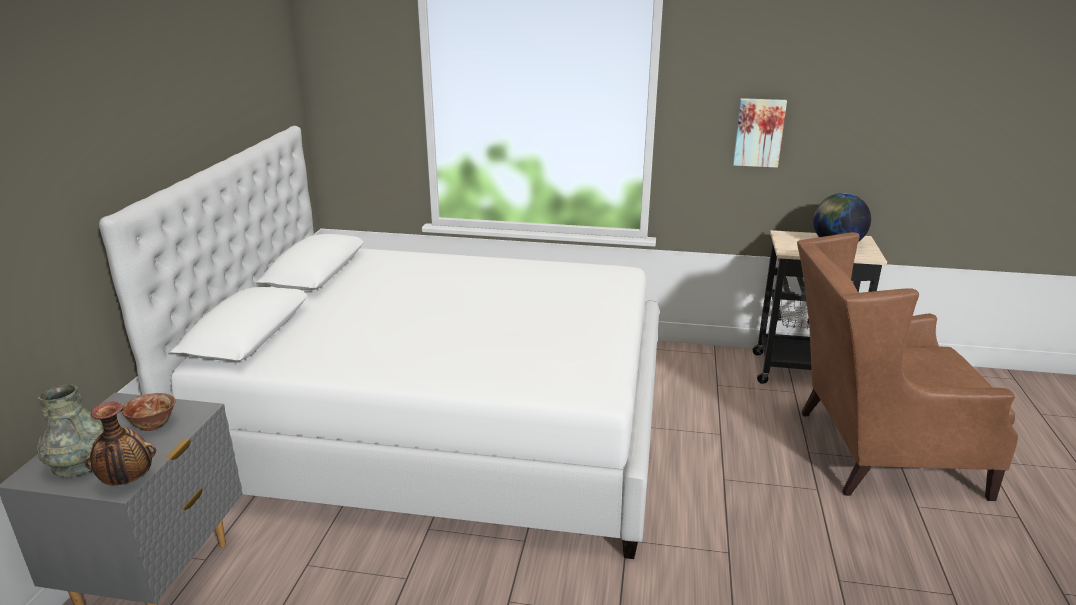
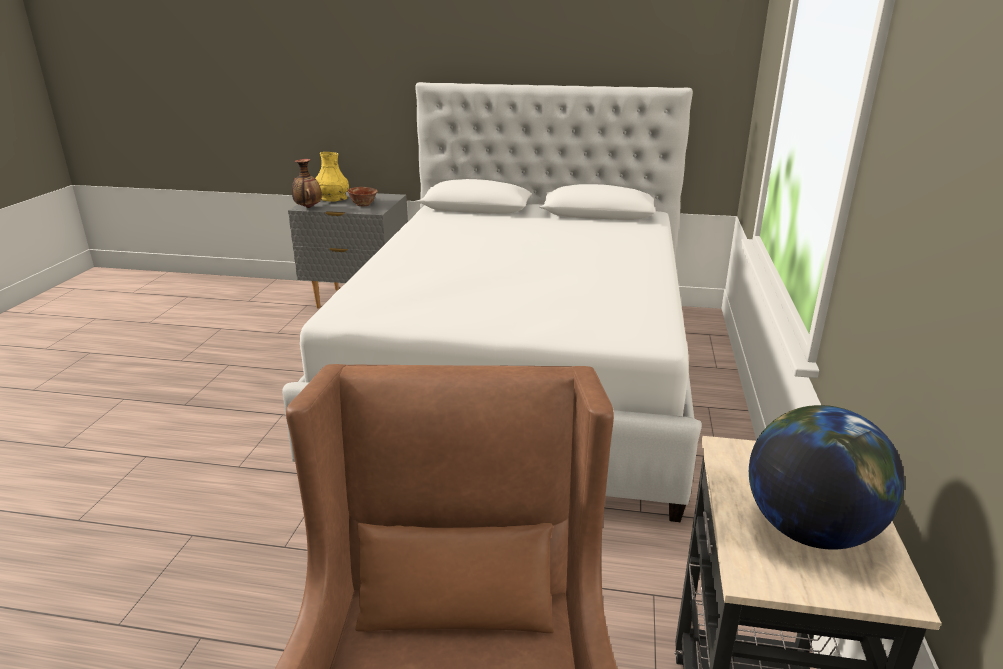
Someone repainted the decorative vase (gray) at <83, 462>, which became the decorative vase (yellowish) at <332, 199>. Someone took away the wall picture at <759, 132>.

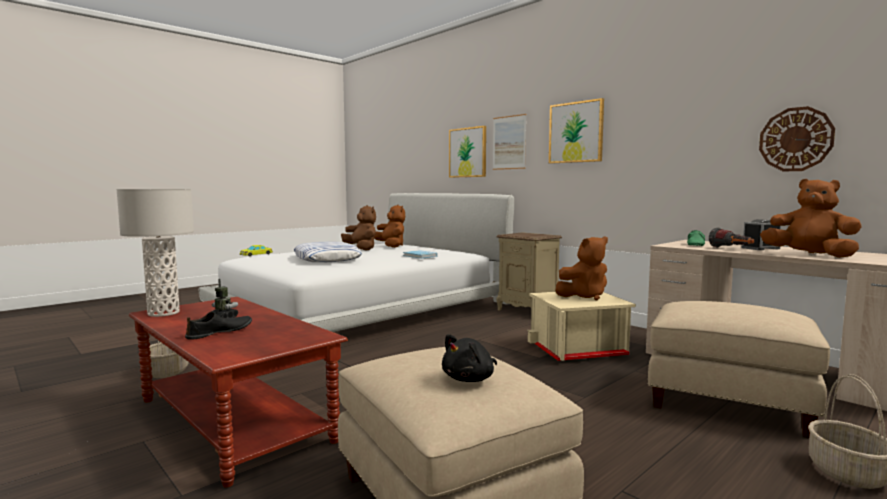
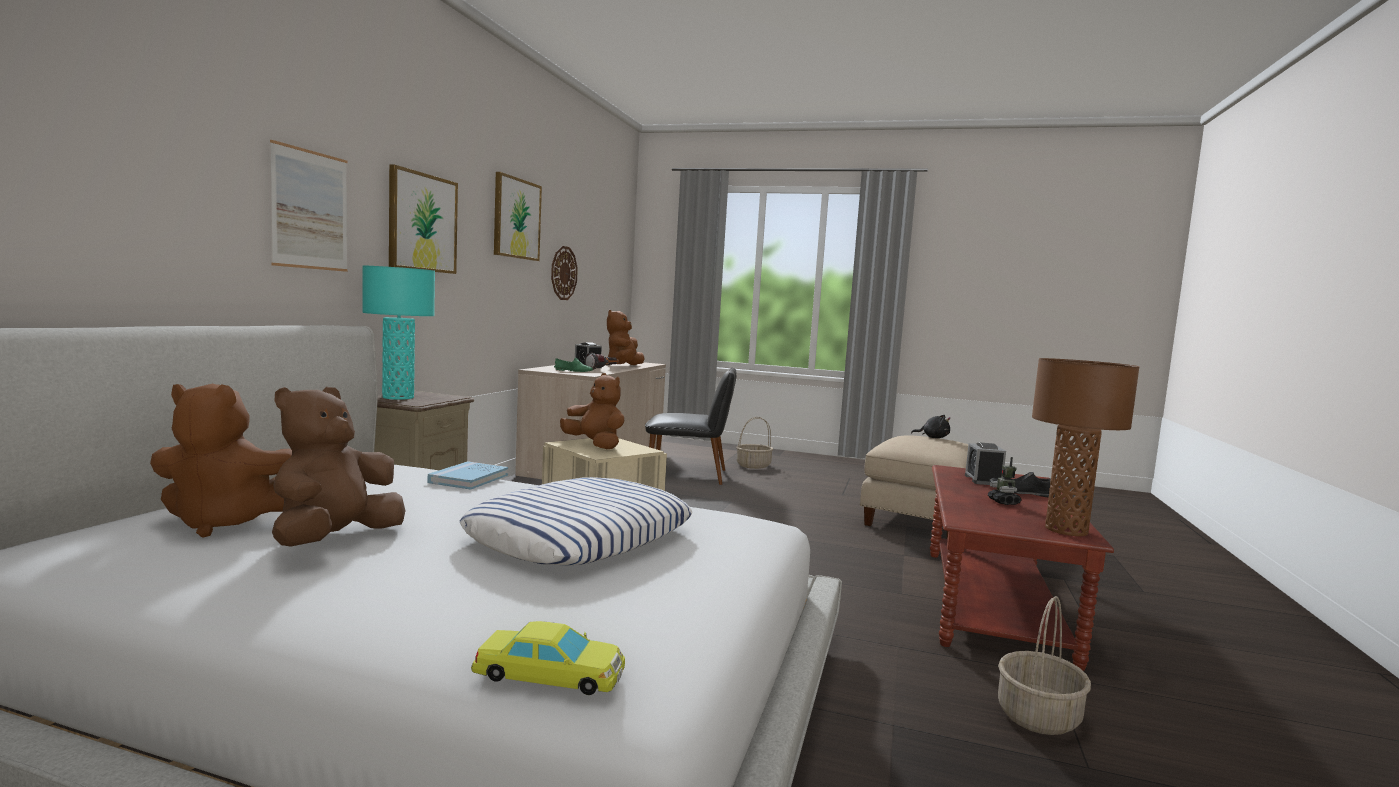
Someone repainted the lamp for a table (white-coloured) at <164, 313>, which became the lamp for a table (brown-coloured) at <1066, 530>. Someone rotated the plush toy (brown-coloured) at <391, 246> by 120 degrees counterclockwise. Someone carried the wall picture from <467, 152> to <516, 218>. Someone swapped the footrest (beige-coloured) at <727, 402> for the plain chair (black) at <687, 474>. Someone put down the lamp for a table (turquoise) at <398, 397>. Someone put down the table clock at <983, 480>.

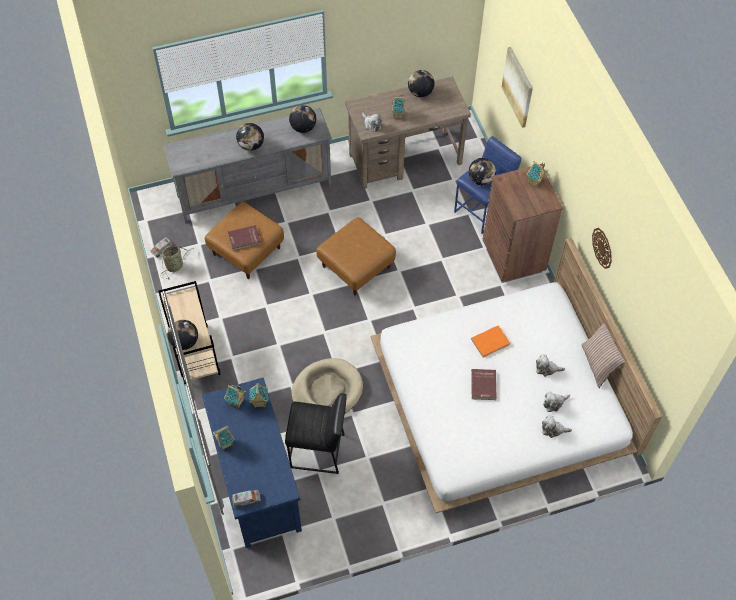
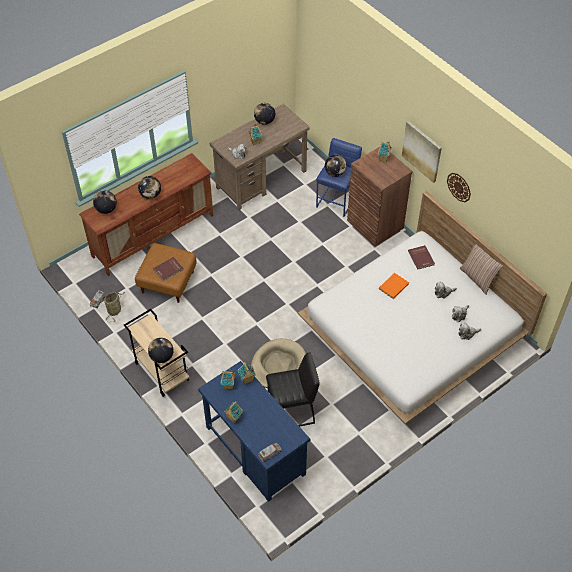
Someone repainted the chest of drawers (gray) at <254, 191>, which became the chest of drawers (brown-coloured) at <153, 236>. Someone carried the world globe from <303, 128> to <106, 209>. Someone took away the footrest (brown-coloured) at <356, 266>. Someone carried the bound book (red-coloured) from <484, 385> to <421, 258>. Someone carried the wall picture from <518, 87> to <422, 151>.

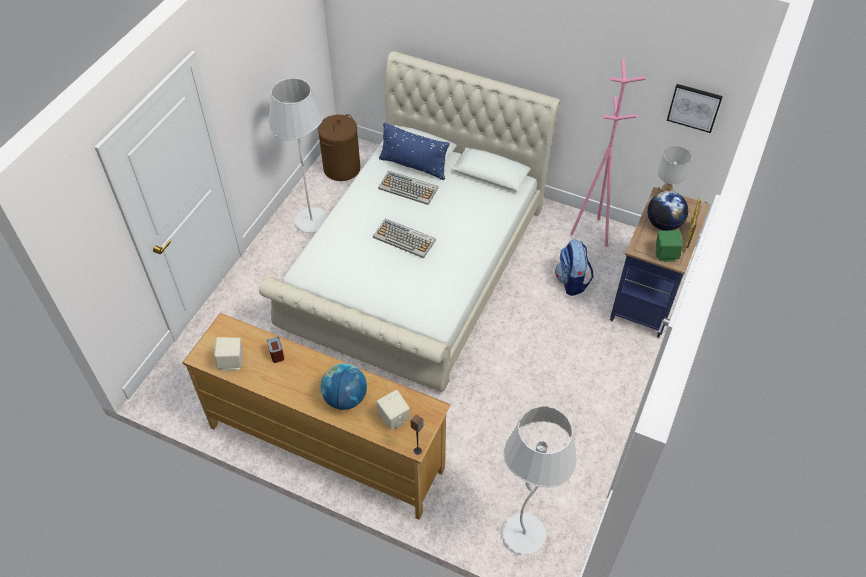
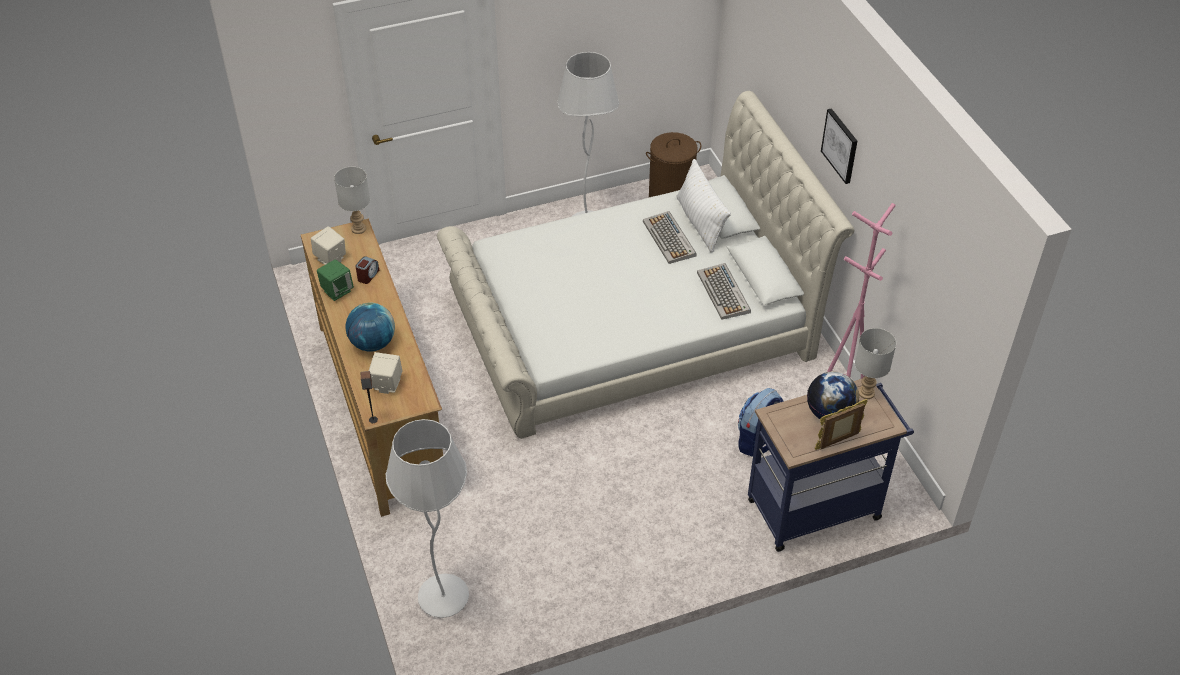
Someone carried the PC keyboard from <405, 239> to <724, 293>. Someone repainted the throw pillow (blue) at <413, 166>, which became the throw pillow (white-coloured) at <700, 223>. Someone carried the loudspeaker (green-coloured) from <665, 254> to <337, 291>. Someone carried the wall picture from <694, 107> to <840, 145>. Someone put down the lamp for a table (gray) at <359, 228>.

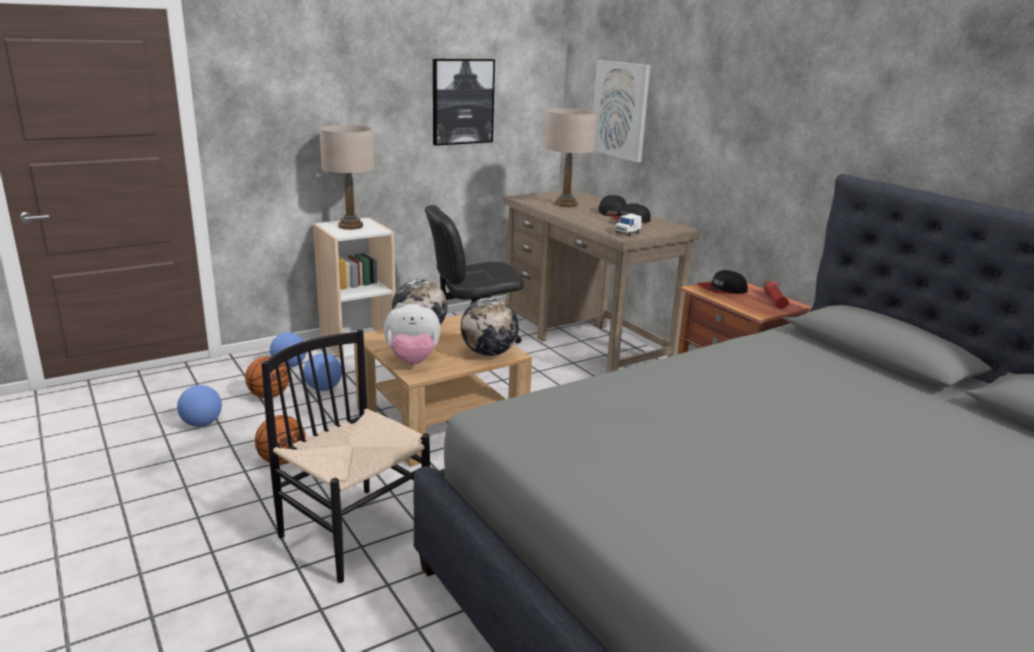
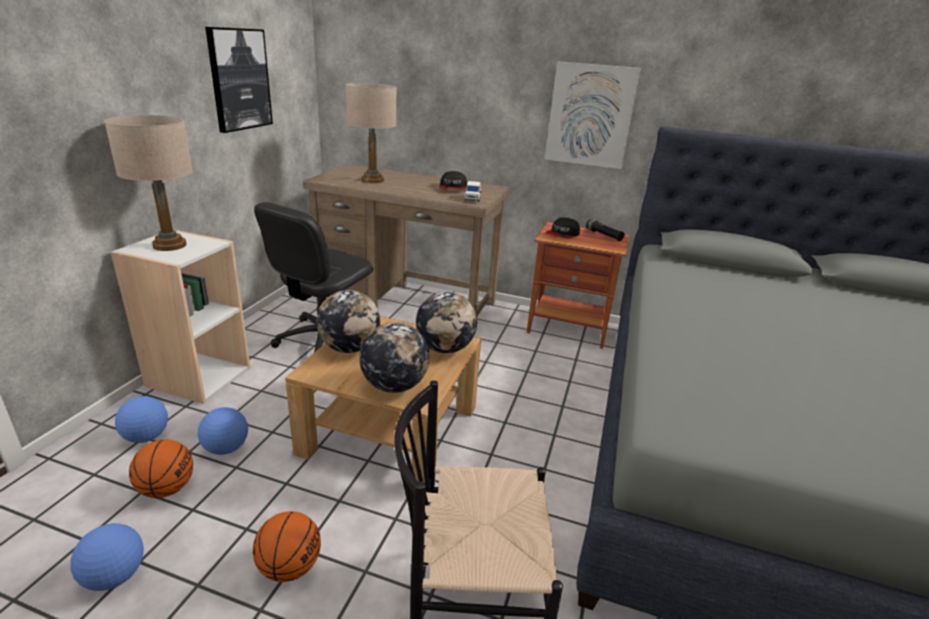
Someone swapped the plush toy at <412, 361> for the world globe at <394, 386>. Someone carried the wall picture from <620, 110> to <590, 115>. Someone took away the peaked cap at <612, 211>. Someone repainted the hand torch (red-coloured) at <774, 301>, which became the hand torch (black) at <603, 235>.

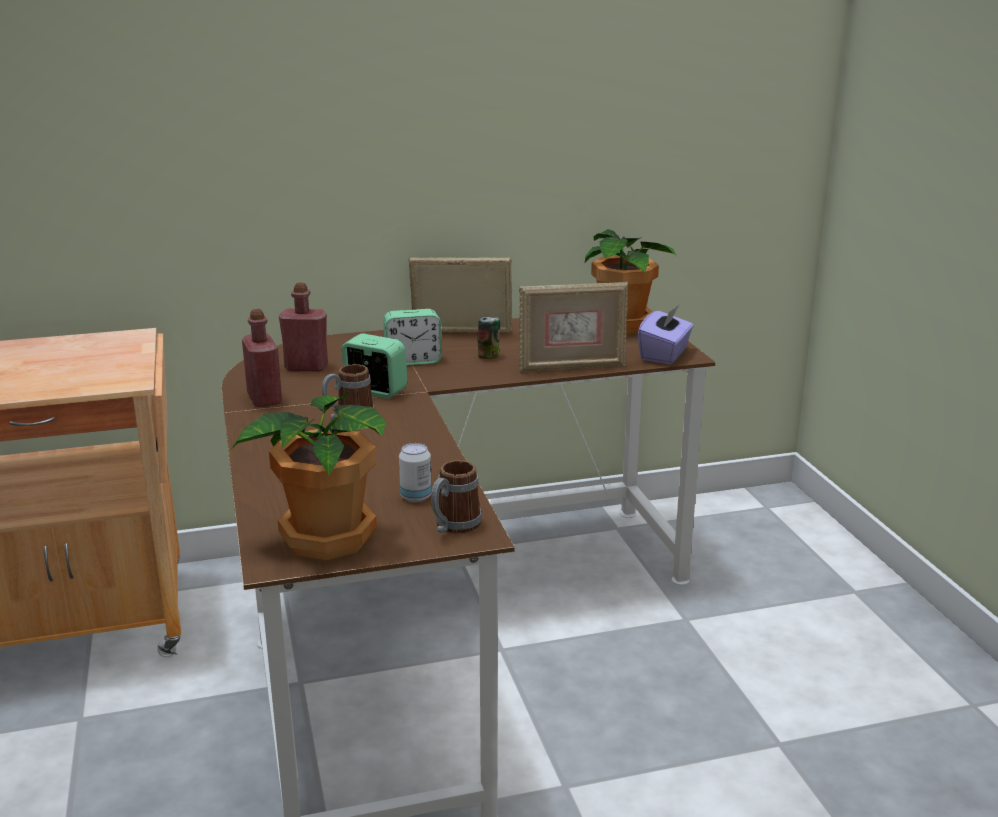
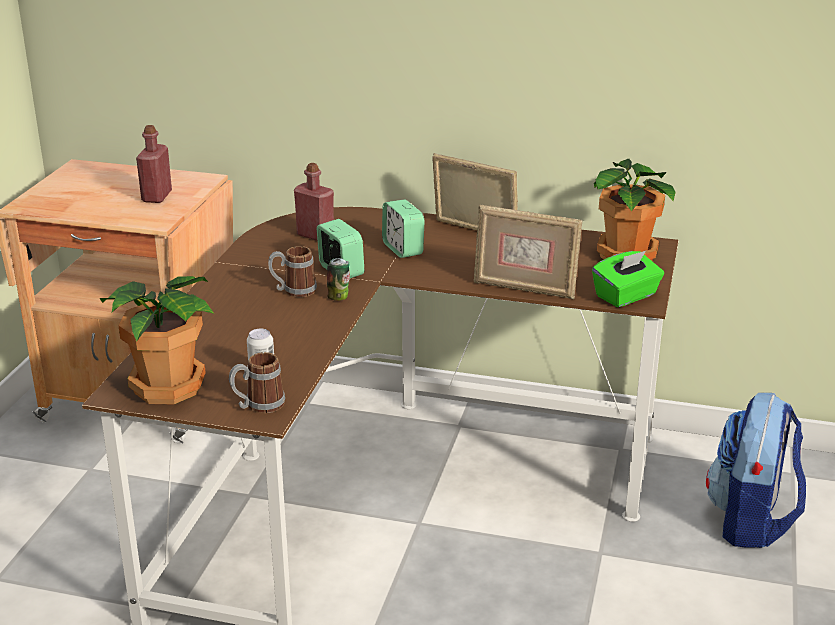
Someone carried the drink bottle (red-coloured) from <264, 399> to <157, 197>. Someone rotated the table clock at <413, 361> by 45 degrees clockwise. Someone carried the metal can from <489, 356> to <339, 297>. Someone repainted the box of tissues (purple) at <664, 355>, which became the box of tissues (green-coloured) at <626, 296>. Someone put down the rucksack at <751, 521>.

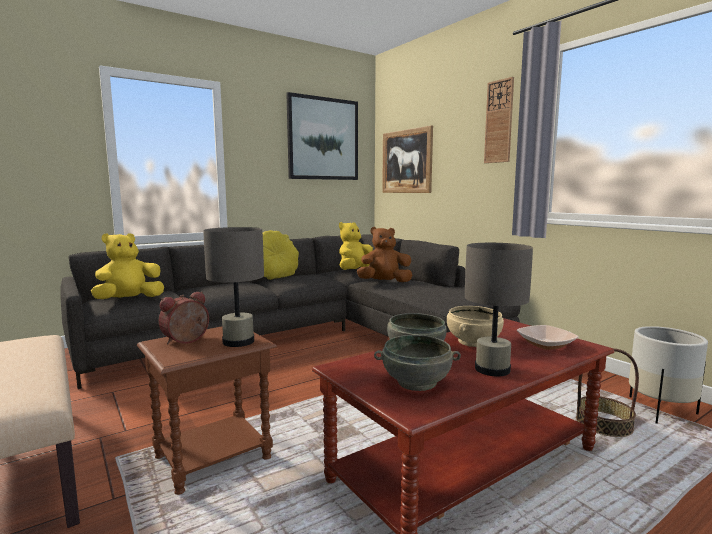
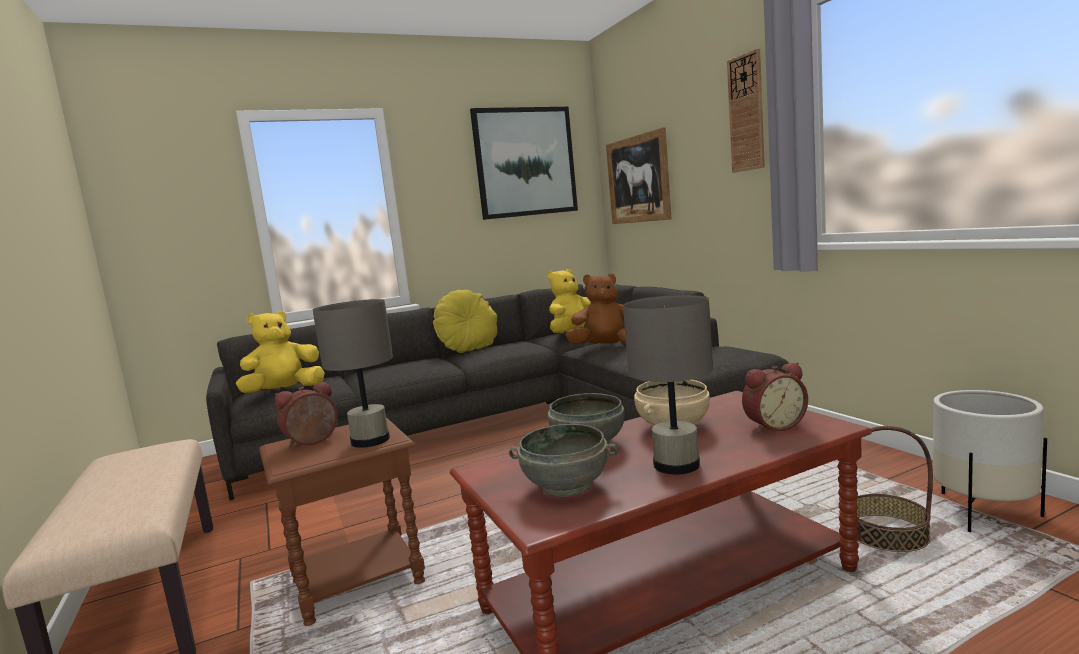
Someone swapped the deep dish at <546, 344> for the table clock at <773, 426>.

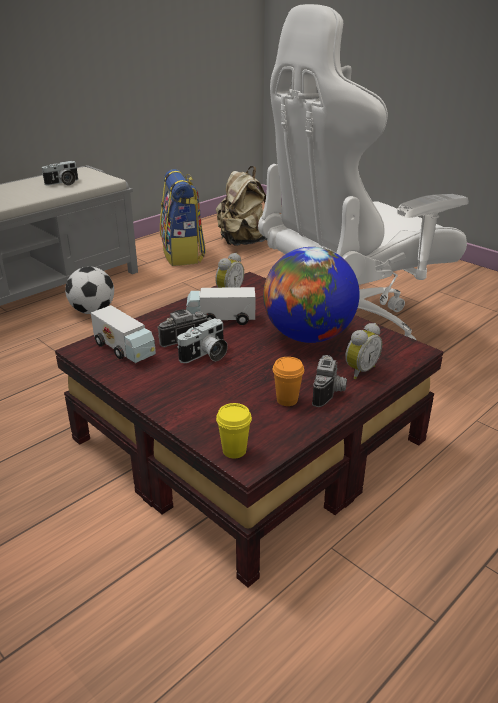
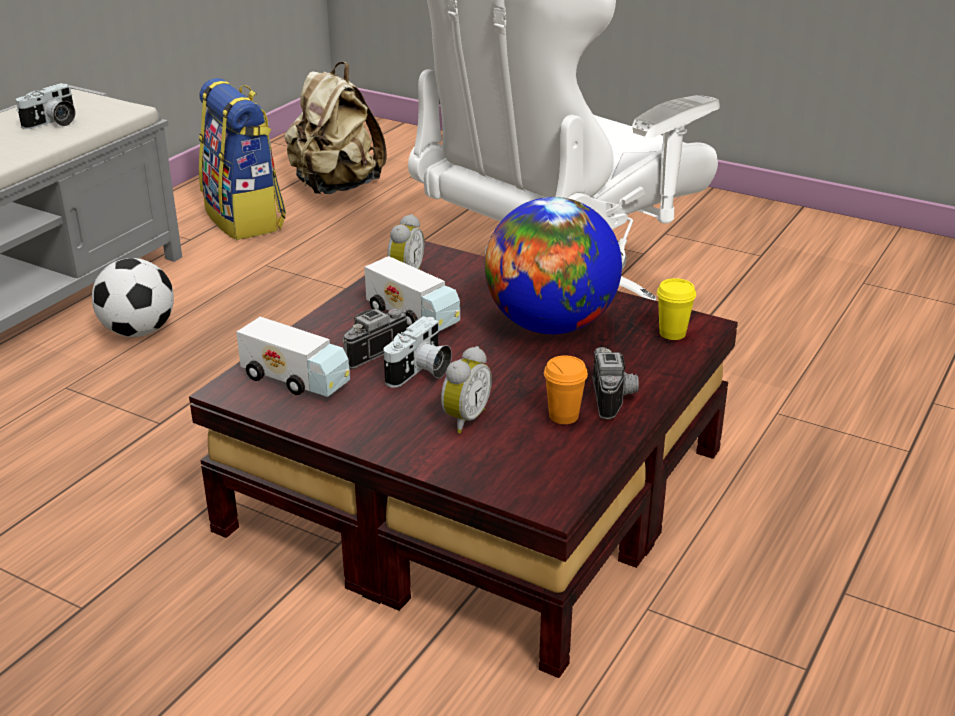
Someone rotated the toy lorry at <220, 318> by 120 degrees counterclockwise. Someone carried the cup (yellowish) from <234, 451> to <672, 333>. Someone carried the table clock from <359, 370> to <463, 419>.

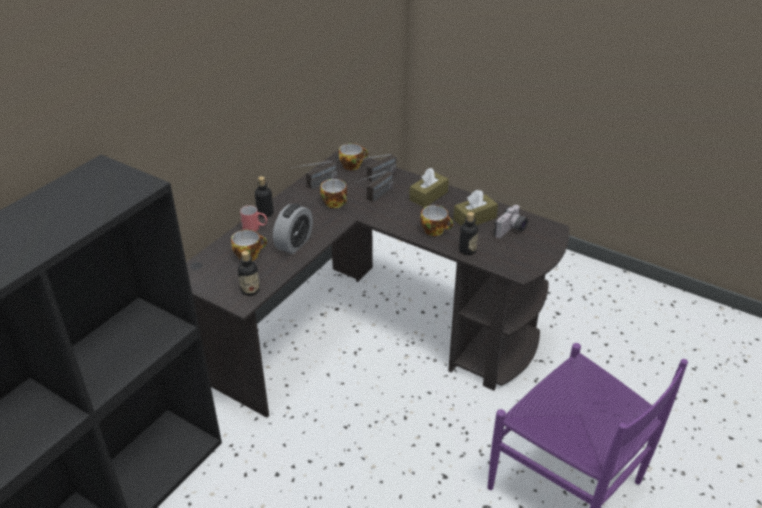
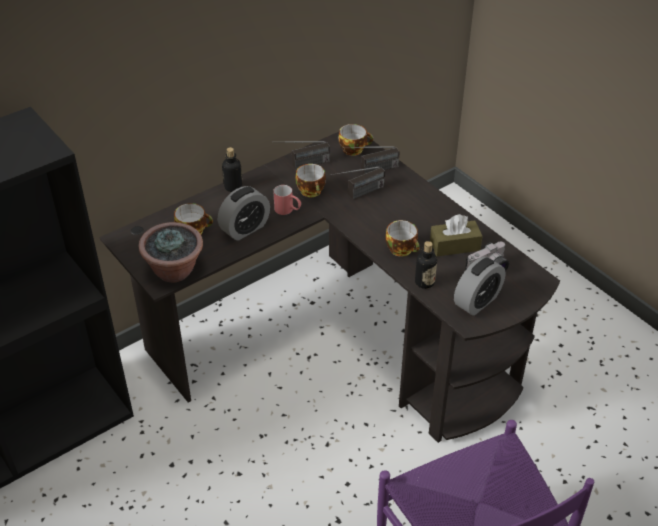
Someone swapped the drink bottle at <250, 290> for the plant in a pot at <175, 271>. Someone carried the coffee mug (red-coloured) from <255, 228> to <288, 210>. Someone took away the box of tissues (brown-coloured) at <428, 196>. Someone put down the table clock at <477, 301>.

